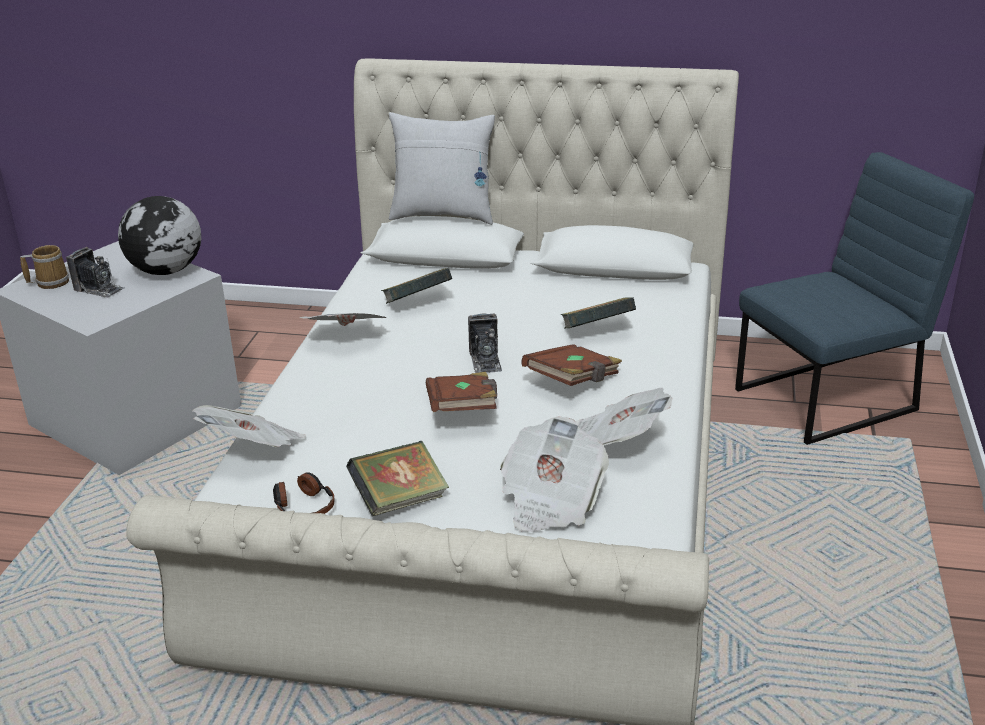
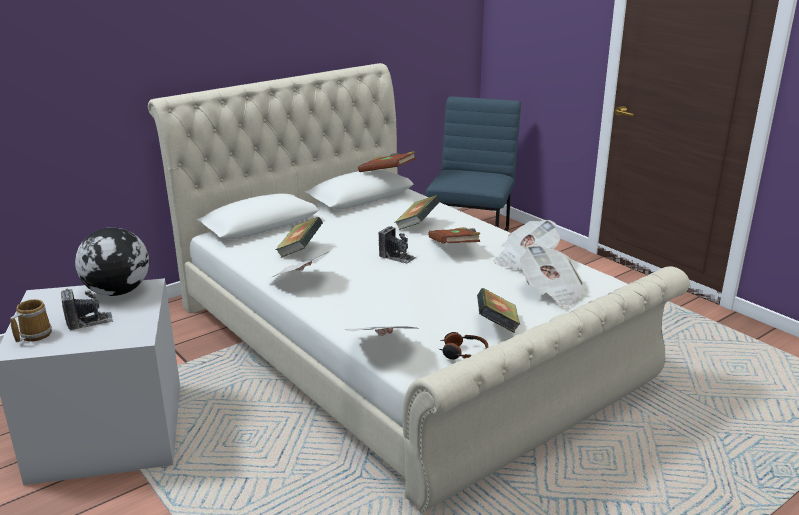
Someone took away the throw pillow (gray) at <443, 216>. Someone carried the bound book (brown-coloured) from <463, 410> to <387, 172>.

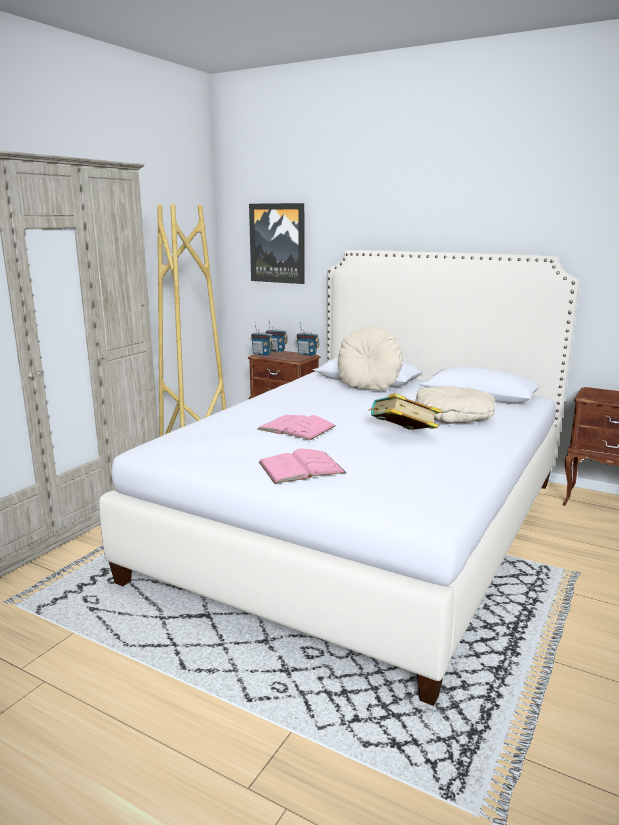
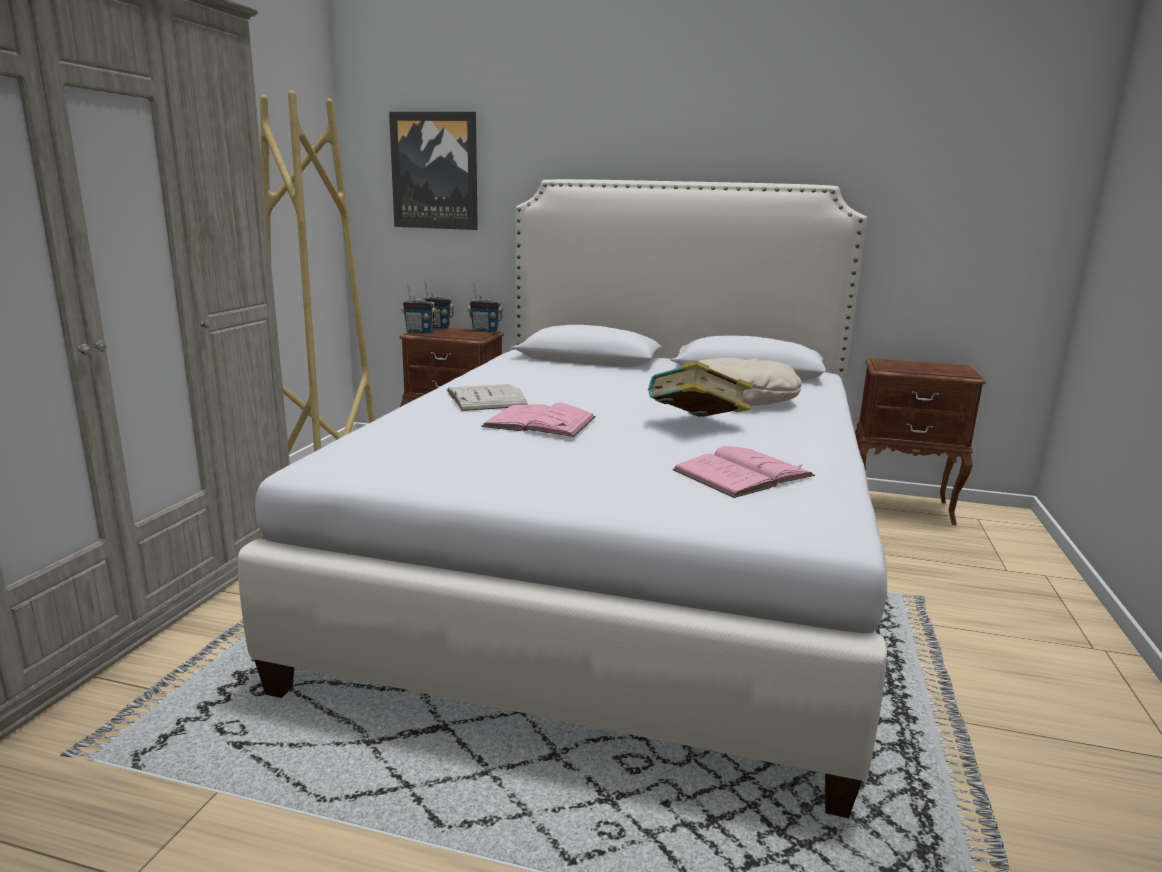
Someone carried the bound book (pink) from <301, 467> to <743, 473>. Someone took away the throw pillow (beige-coloured) at <369, 388>. Someone put down the bound book (white-coloured) at <486, 398>.

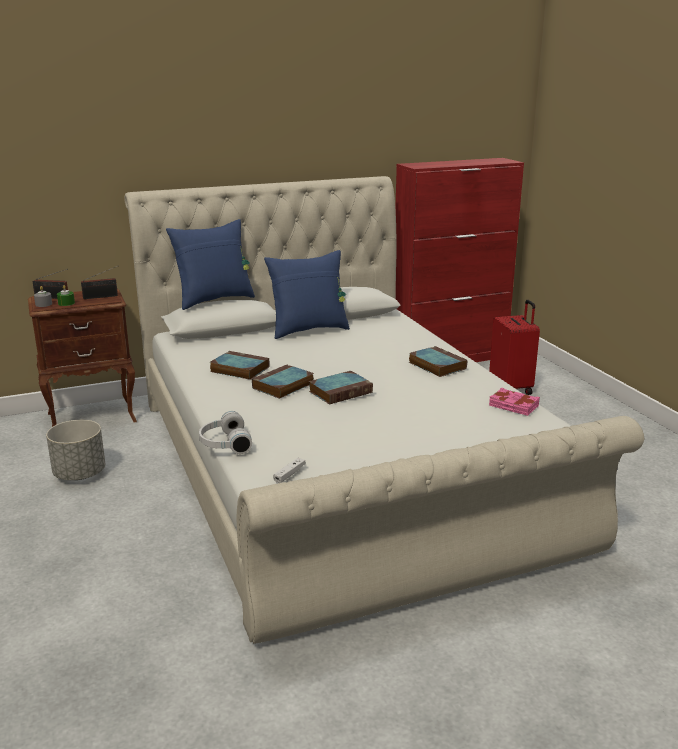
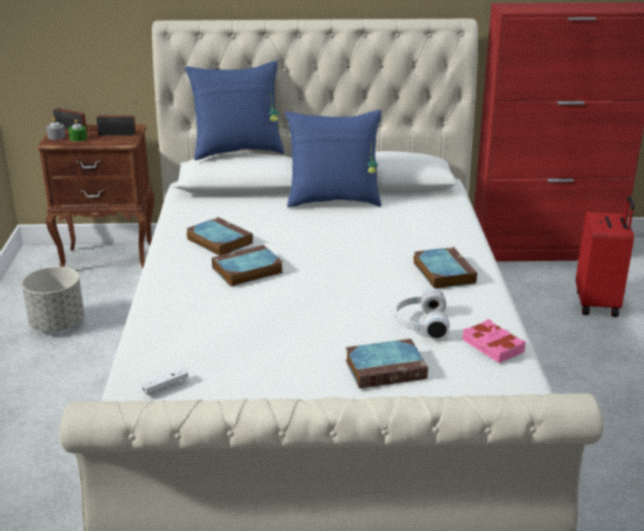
Someone carried the headset (white-coloured) from <224, 444> to <420, 324>. Someone carried the bound book from <341, 391> to <387, 368>.

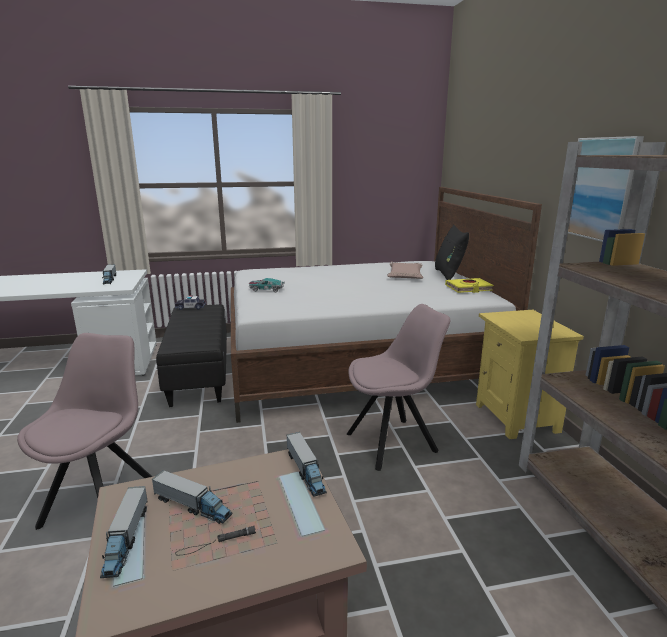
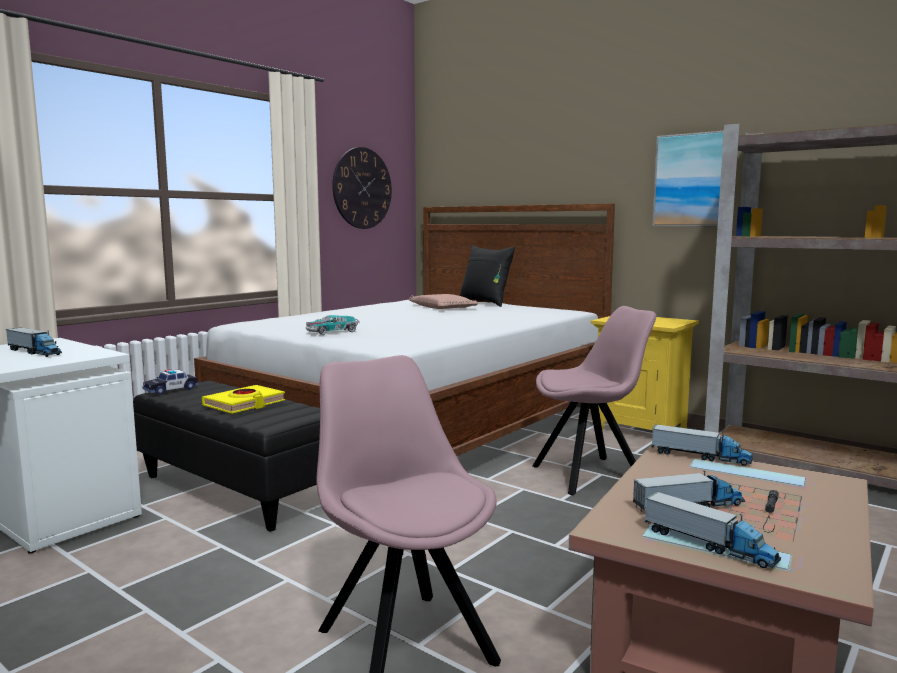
Someone rotated the plain chair (pink) at <392, 443> by 45 degrees clockwise. Someone carried the bound book (yellowish) from <468, 288> to <244, 404>. Someone put up the hanging clock at <362, 188>.

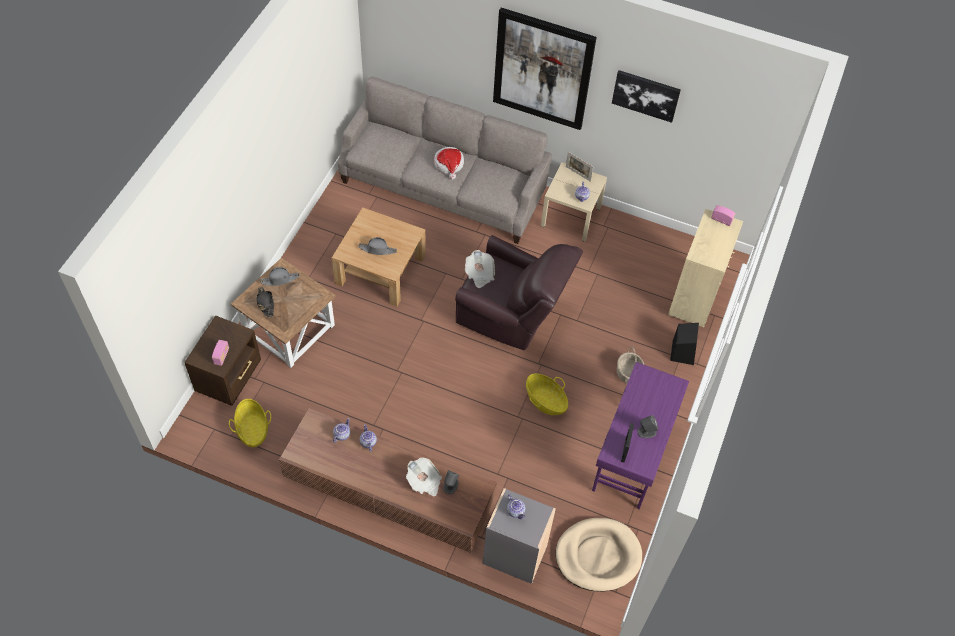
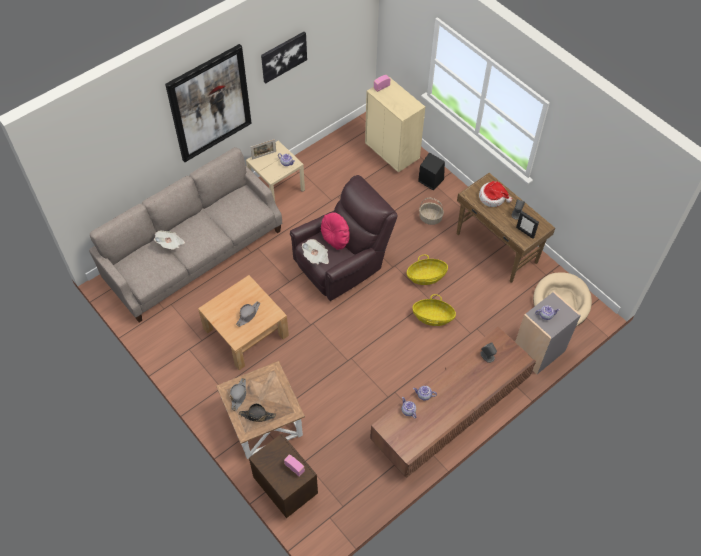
Someone carried the basket from <252, 429> to <433, 317>. Someone carried the newspaper from <424, 482> to <170, 244>. Someone carried the wearable hat from <449, 165> to <493, 197>. Someone repainted the narrow table (purple) at <631, 458>, which became the narrow table (brown-coloured) at <497, 248>. Someone put down the throw pillow (pink) at <335, 240>.

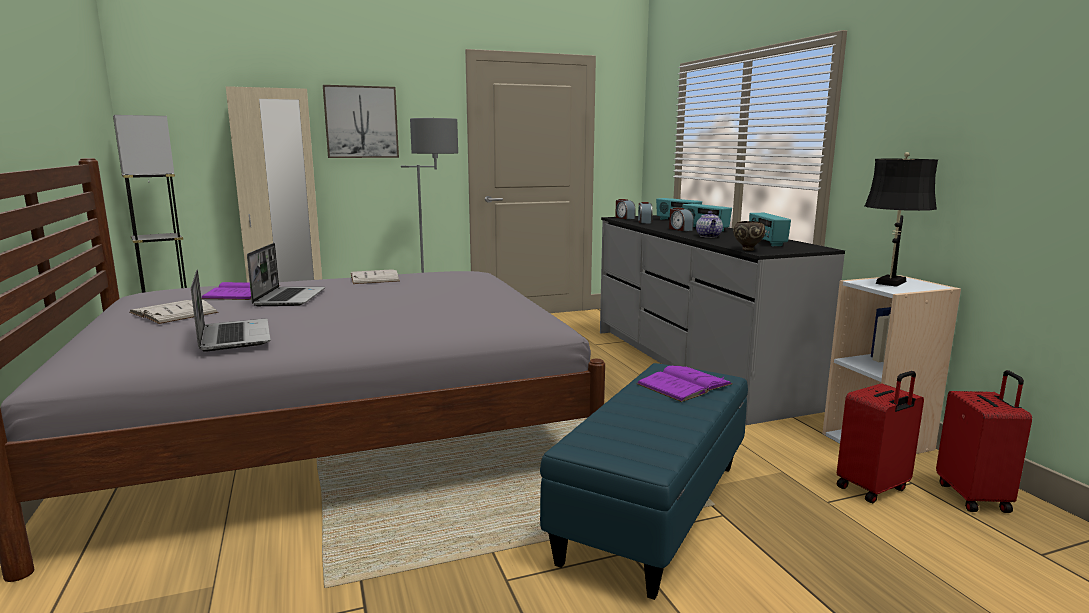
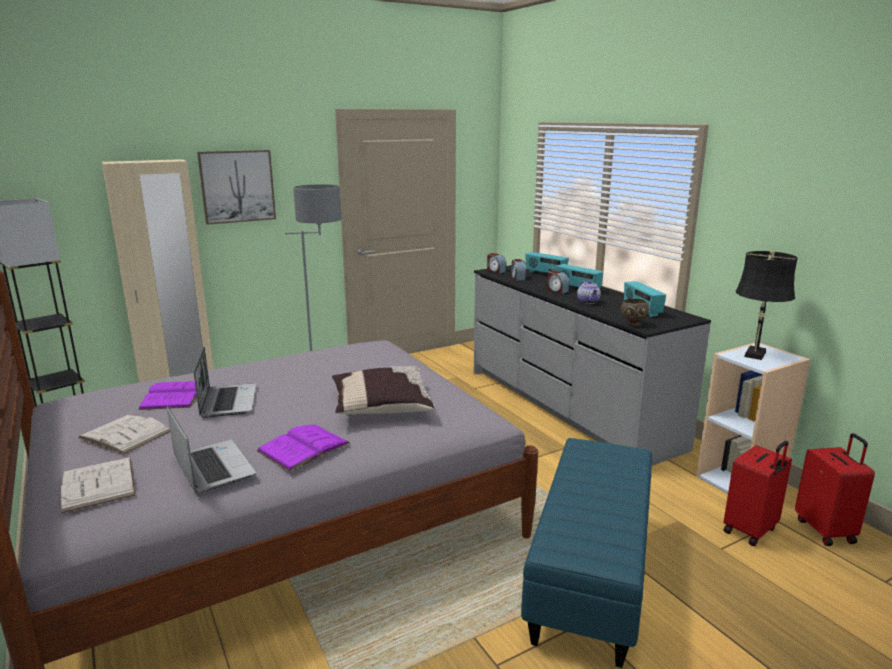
Someone carried the bound book (white-coloured) from <374, 277> to <98, 484>. Someone carried the bound book (purple) from <684, 384> to <303, 447>. Someone put down the throw pillow at <381, 406>.

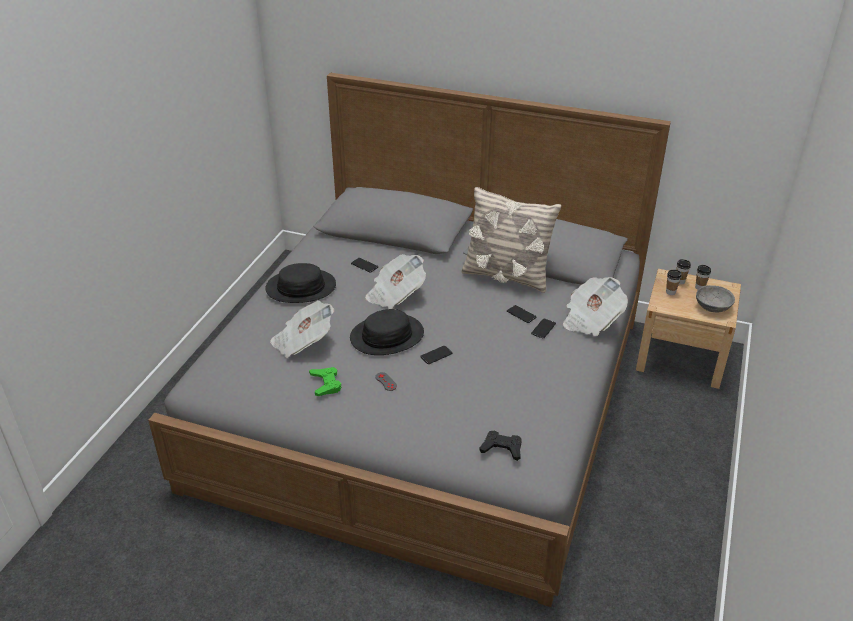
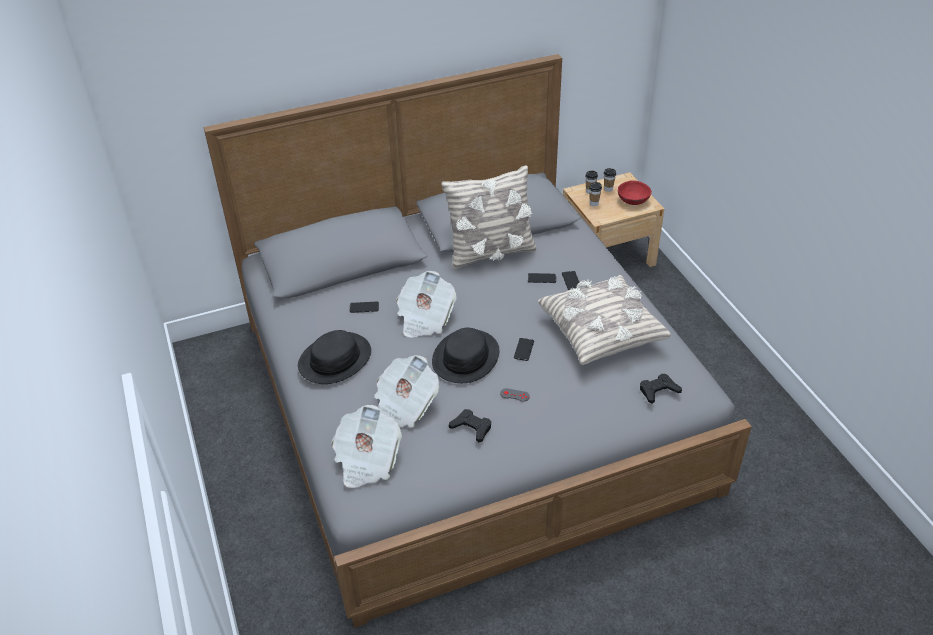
Someone repainted the gamepad (green-coloured) at <326, 384>, which became the gamepad (black) at <471, 428>. Someone carried the newspaper from <591, 319> to <366, 460>. Someone repainted the deep dish (gray) at <712, 306>, which became the deep dish (red-coloured) at <632, 200>. Someone put down the throw pillow (beige-coloured) at <600, 334>.

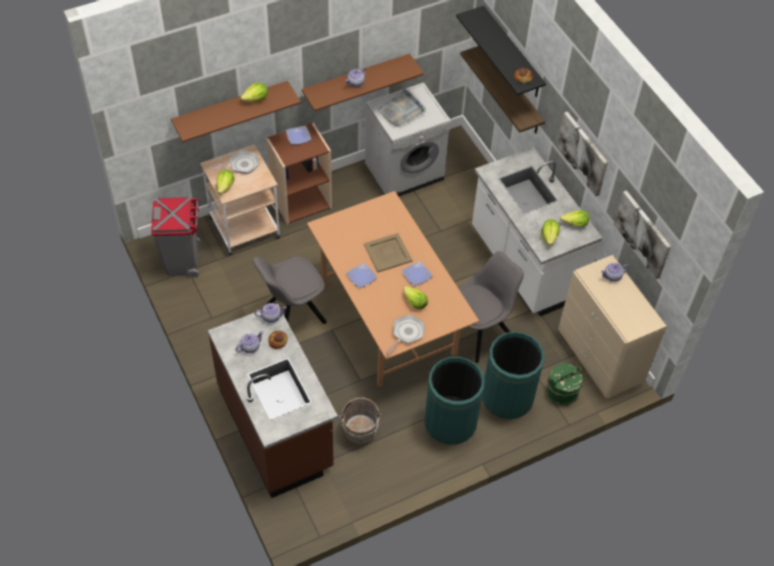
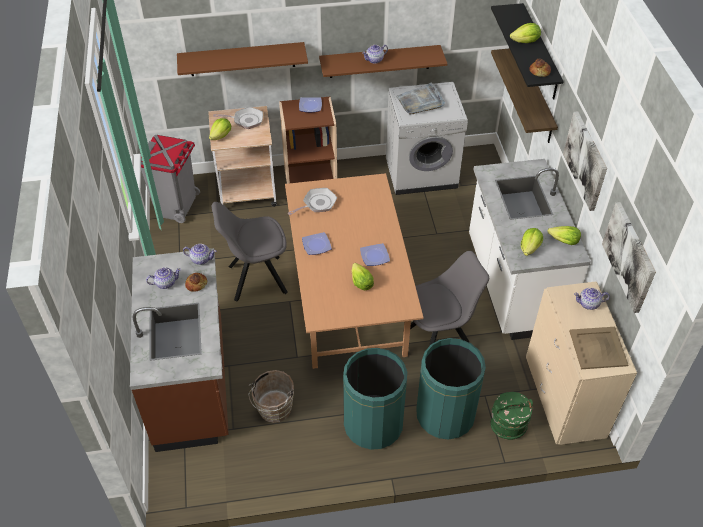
Someone carried the head of lettuce from <256, 99> to <525, 42>. Someone carried the tray (beige-coloured) from <388, 252> to <598, 347>. Someone carried the frying pan from <406, 333> to <317, 204>.

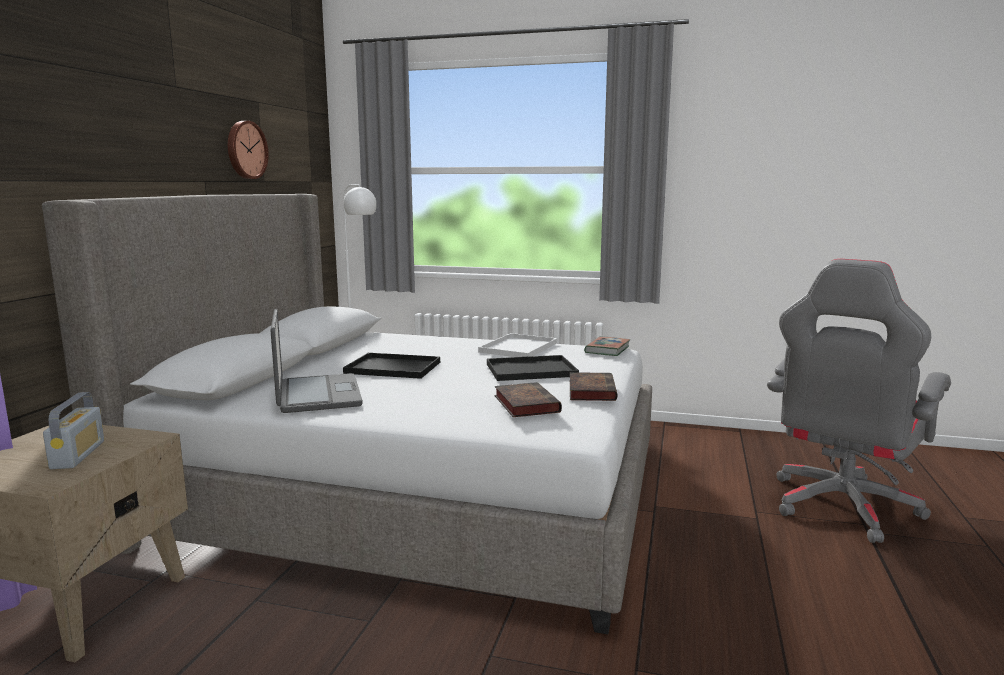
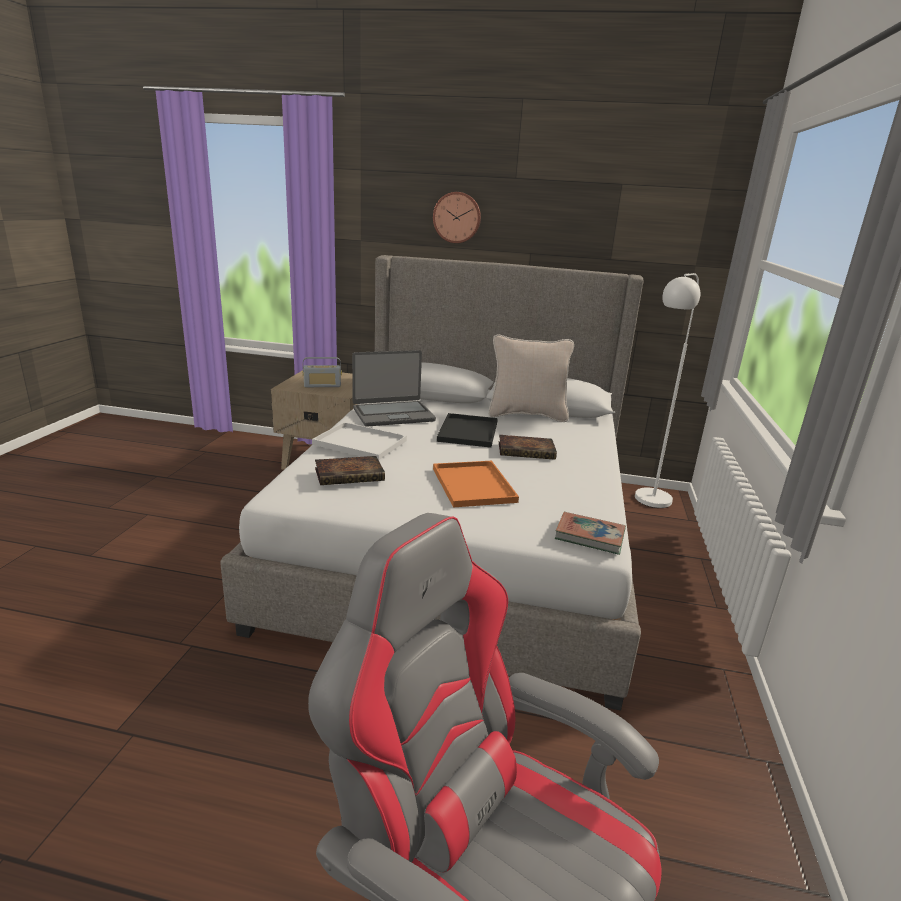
Someone carried the hanging clock from <245, 150> to <457, 217>. Someone carried the tray (white-coloured) from <518, 348> to <358, 442>. Someone repainted the tray (black) at <532, 369>, which became the tray (orangey) at <475, 486>. Someone carried the bound book from <591, 390> to <527, 451>. Someone put down the throw pillow (beige-coloured) at <527, 415>.

